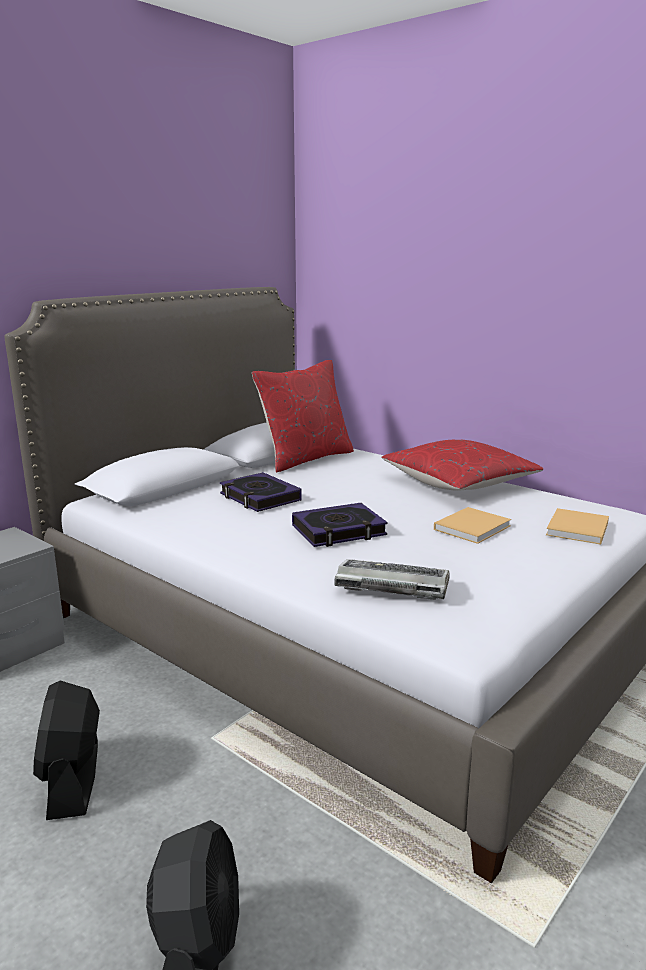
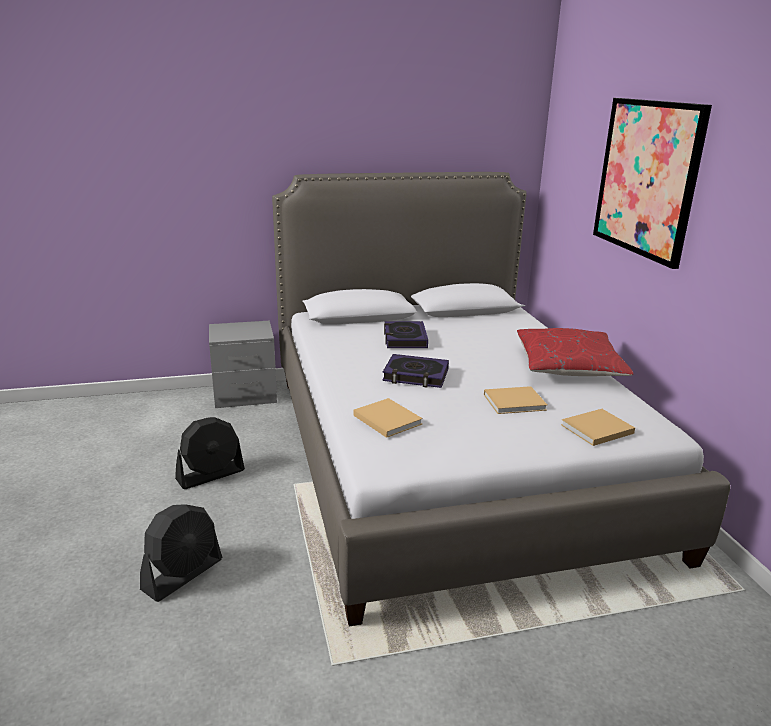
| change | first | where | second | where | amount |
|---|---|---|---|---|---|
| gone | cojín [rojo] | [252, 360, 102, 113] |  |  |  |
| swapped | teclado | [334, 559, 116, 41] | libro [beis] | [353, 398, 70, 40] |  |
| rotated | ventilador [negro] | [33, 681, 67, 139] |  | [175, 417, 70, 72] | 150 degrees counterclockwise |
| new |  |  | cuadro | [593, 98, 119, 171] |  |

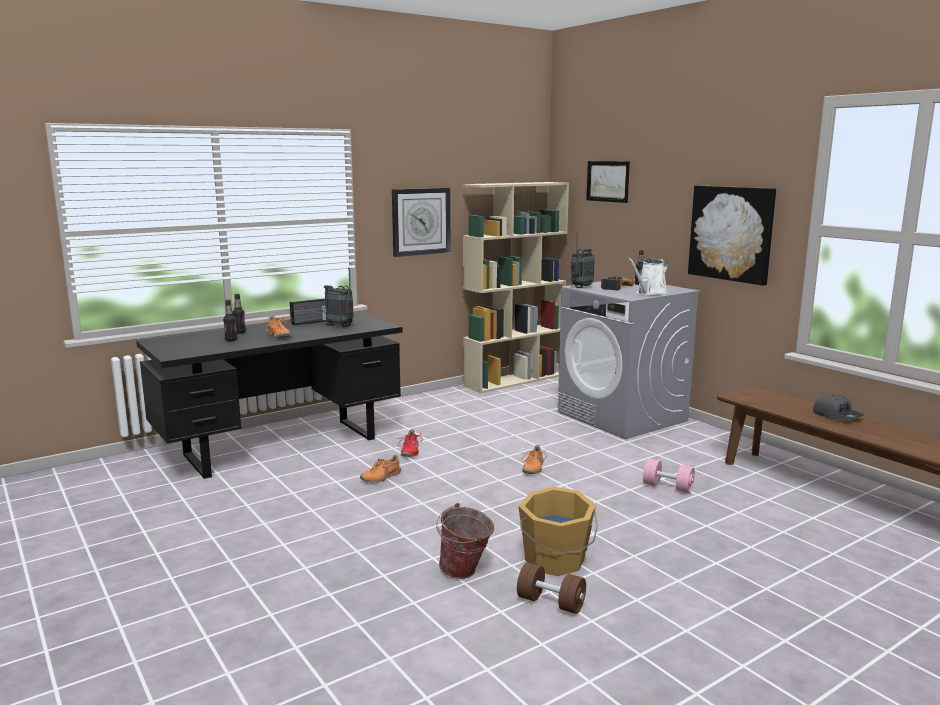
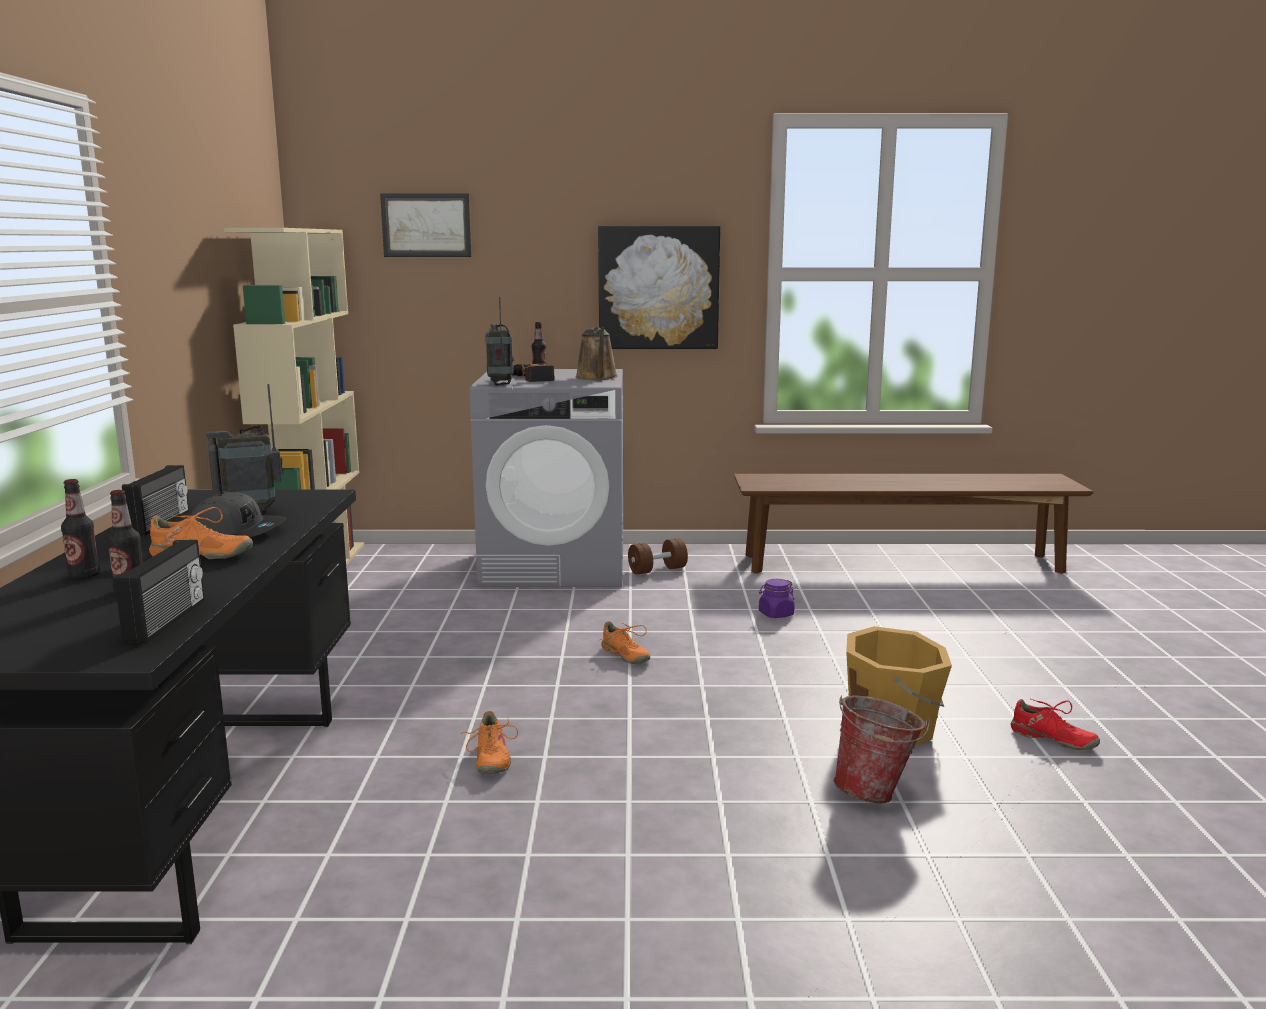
| change | first | where | second | where | amount |
|---|---|---|---|---|---|
| gone | reloj de pared | [392, 188, 59, 69] |  |  |  |
| repainted | regadera [blanco] | [627, 258, 41, 37] | regadera [marrón] | [575, 327, 43, 53] |  |
| shifted | gorra [gris] | [813, 394, 51, 26] |  | [191, 492, 96, 45] |  |
| shifted | zapato [rojo] | [398, 430, 24, 27] |  | [1011, 699, 89, 51] |  |
| swapped | mancuerna [rosa] | [643, 459, 52, 34] | tarro [morado] | [759, 579, 36, 39] |  |
| shifted | mancuerna [marrón] | [517, 563, 69, 51] |  | [628, 538, 60, 37] |  |
| new |  |  | radio | [114, 540, 91, 104] |  |

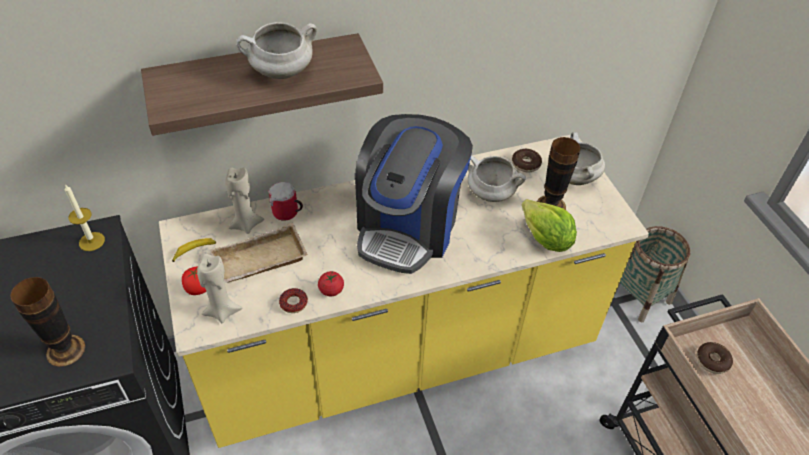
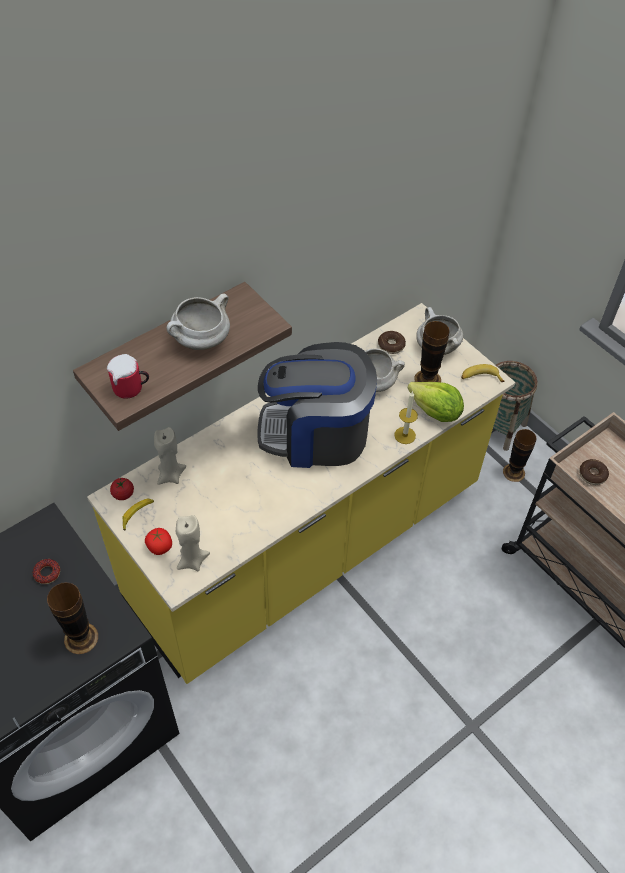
| change | first | where | second | where | amount |
|---|---|---|---|---|---|
| rotated | cafetera | [355, 114, 118, 160] |  | [258, 342, 119, 126] | 90 degrees clockwise |
| shifted | taza grande | [268, 182, 35, 39] |  | [107, 354, 42, 45] |  |
| shifted | vela | [65, 184, 40, 67] |  | [394, 391, 24, 53] |  |
| gone | bandeja [beis] | [210, 223, 98, 60] |  |  |  |
| shifted | tomate | [318, 271, 26, 25] |  | [110, 478, 24, 22] |  |
| shifted | rosquilla | [279, 288, 29, 25] |  | [33, 559, 27, 25] |  |
| new |  |  | plátano | [461, 364, 43, 18] |  |
| new |  |  | florero | [503, 429, 34, 53] |  |

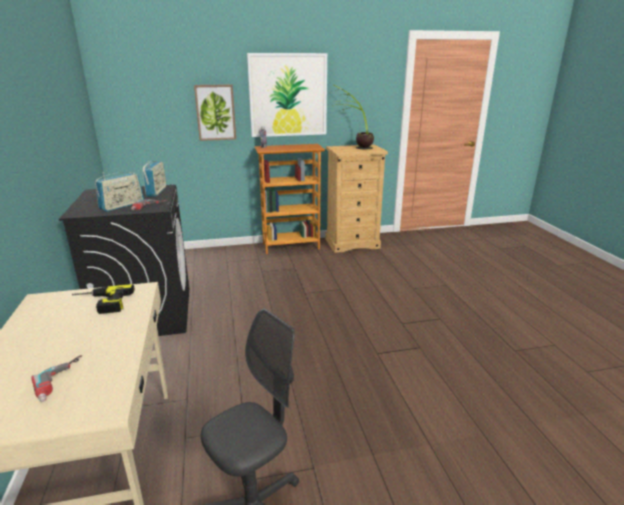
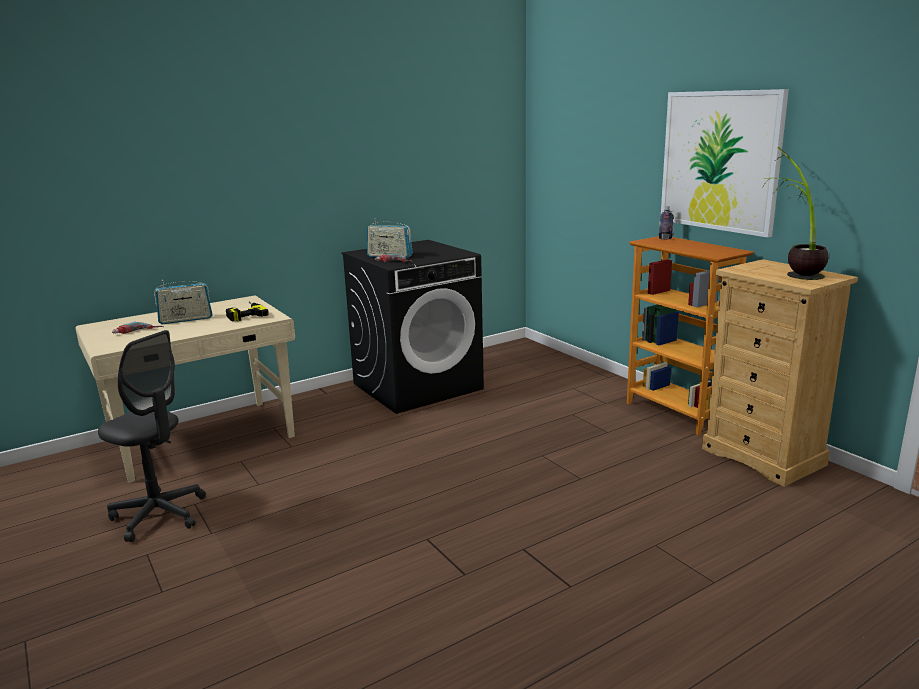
| change | first | where | second | where | amount |
|---|---|---|---|---|---|
| gone | cuadro | [194, 84, 42, 57] |  |  |  |
| shifted | radio | [143, 161, 23, 36] |  | [154, 280, 59, 44] |  |

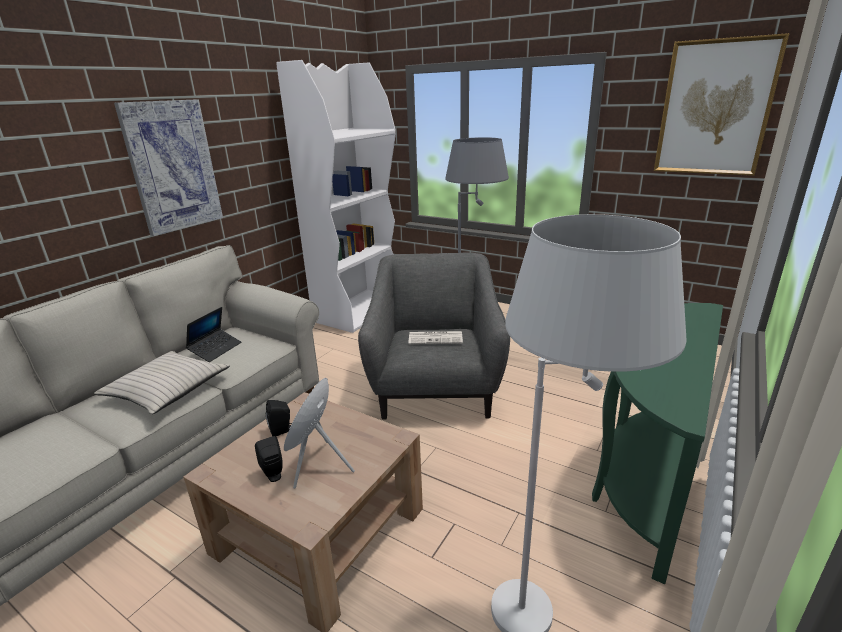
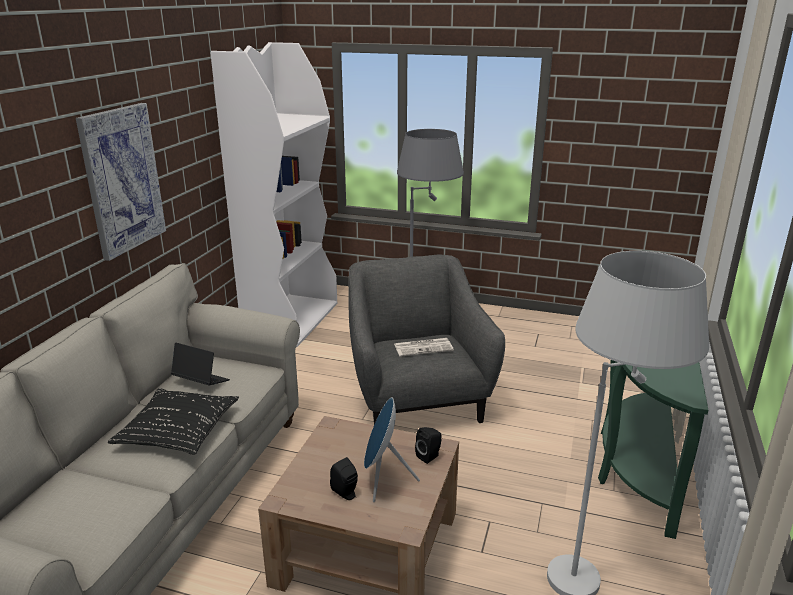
| change | first | where | second | where | amount |
|---|---|---|---|---|---|
| gone | cuadro | [654, 33, 135, 143] |  |  |  |
| rotated | portátil | [186, 307, 55, 55] |  | [171, 343, 59, 43] | 75 degrees counterclockwise |
| repainted | cojín [beis] | [94, 351, 136, 63] | cojín [negro] | [108, 388, 131, 67] |  |
| shifted | altavoz [negro] | [266, 400, 26, 36] |  | [415, 427, 27, 37] |  |

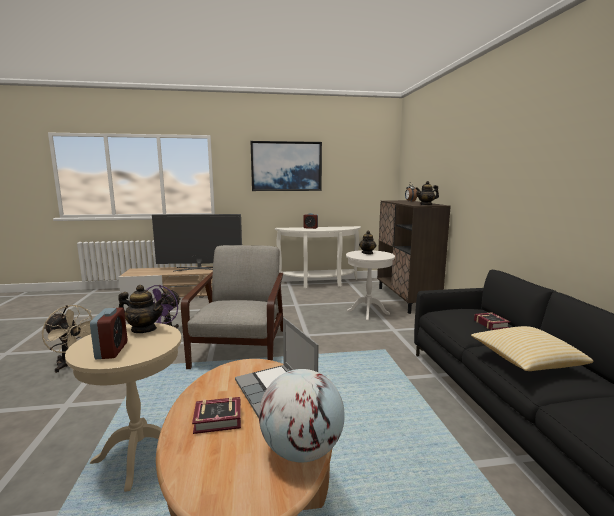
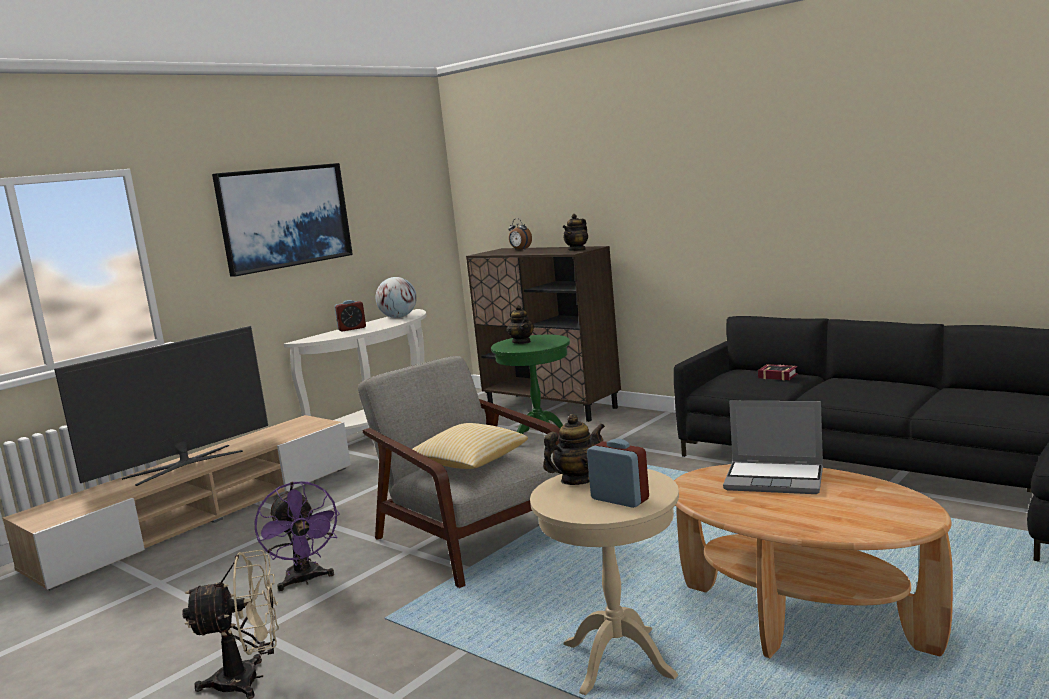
| change | first | where | second | where | amount |
|---|---|---|---|---|---|
| repainted | mesa auxiliar [blanco] | [346, 250, 49, 71] | mesa auxiliar [verde] | [491, 335, 79, 99] |  |
| shifted | cojín | [471, 326, 122, 45] |  | [412, 423, 116, 46] |  |
| shifted | globo terráqueo | [259, 369, 86, 93] |  | [376, 277, 41, 41] |  |
| gone | libro | [192, 397, 49, 37] |  |  |  |

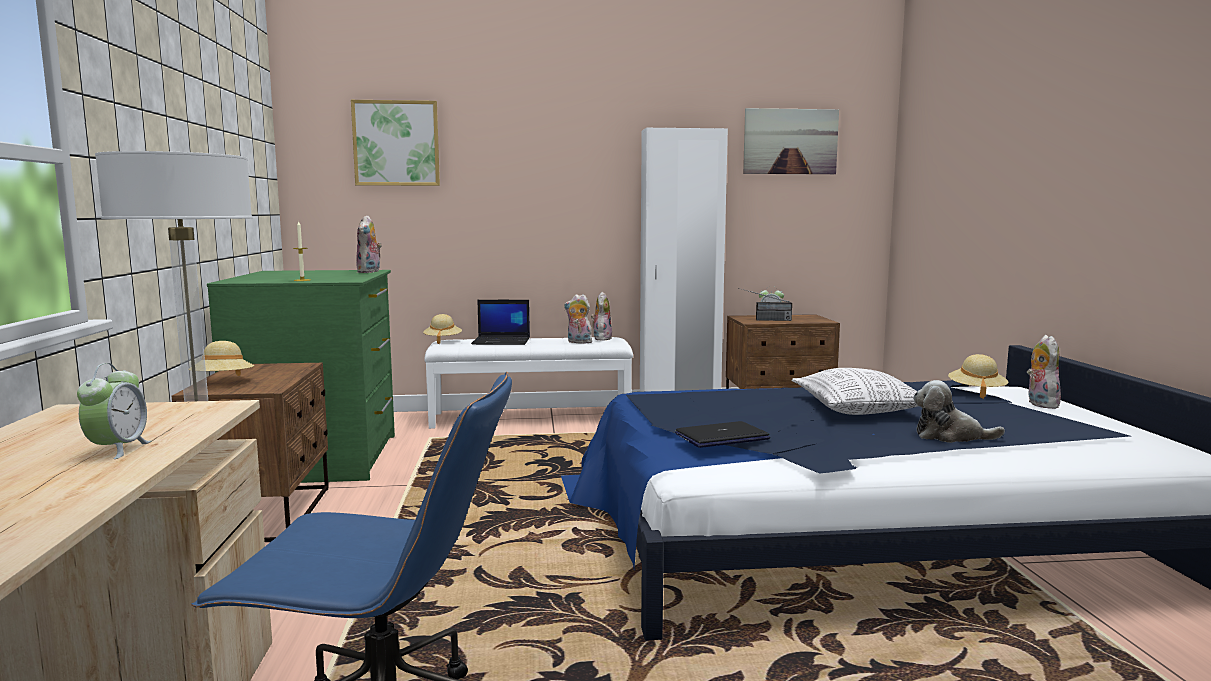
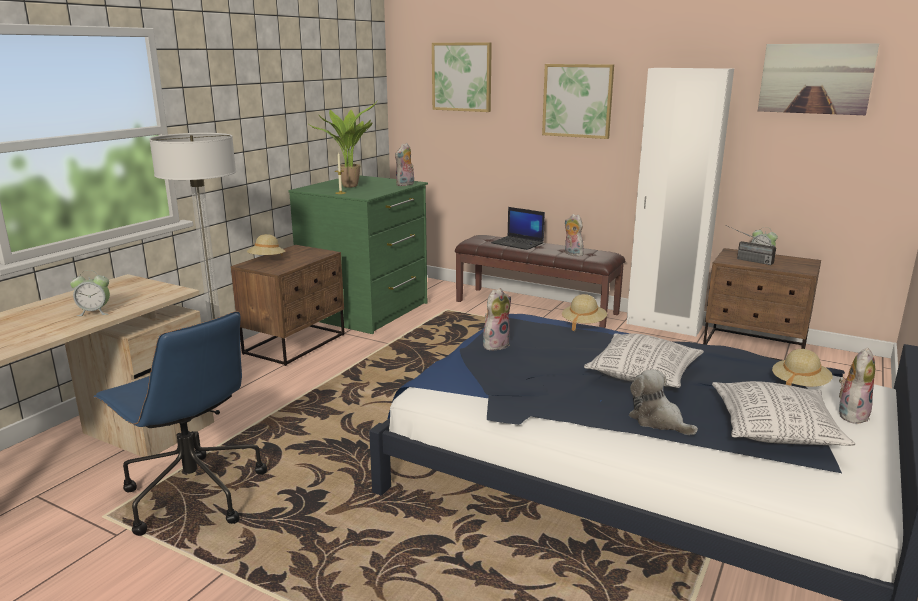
| change | first | where | second | where | amount |
|---|---|---|---|---|---|
| shifted | peluche | [591, 292, 21, 49] |  | [483, 288, 28, 62] |  |
| shifted | sombrero [beis] | [423, 314, 39, 30] |  | [562, 294, 45, 37] |  |
| repainted | banco [blanco] | [424, 337, 209, 92] | banco [marrón] | [455, 235, 170, 93] |  |
| rotated | despertador | [77, 363, 74, 96] |  | [70, 270, 40, 46] | 45 degrees clockwise |
| gone | portátil | [675, 421, 95, 27] |  |  |  |
| new |  |  | cuadro | [542, 64, 72, 75] |  |
| new |  |  | planta en maceta | [309, 101, 68, 87] |  |
| new |  |  | cojín | [712, 381, 143, 65] |  |

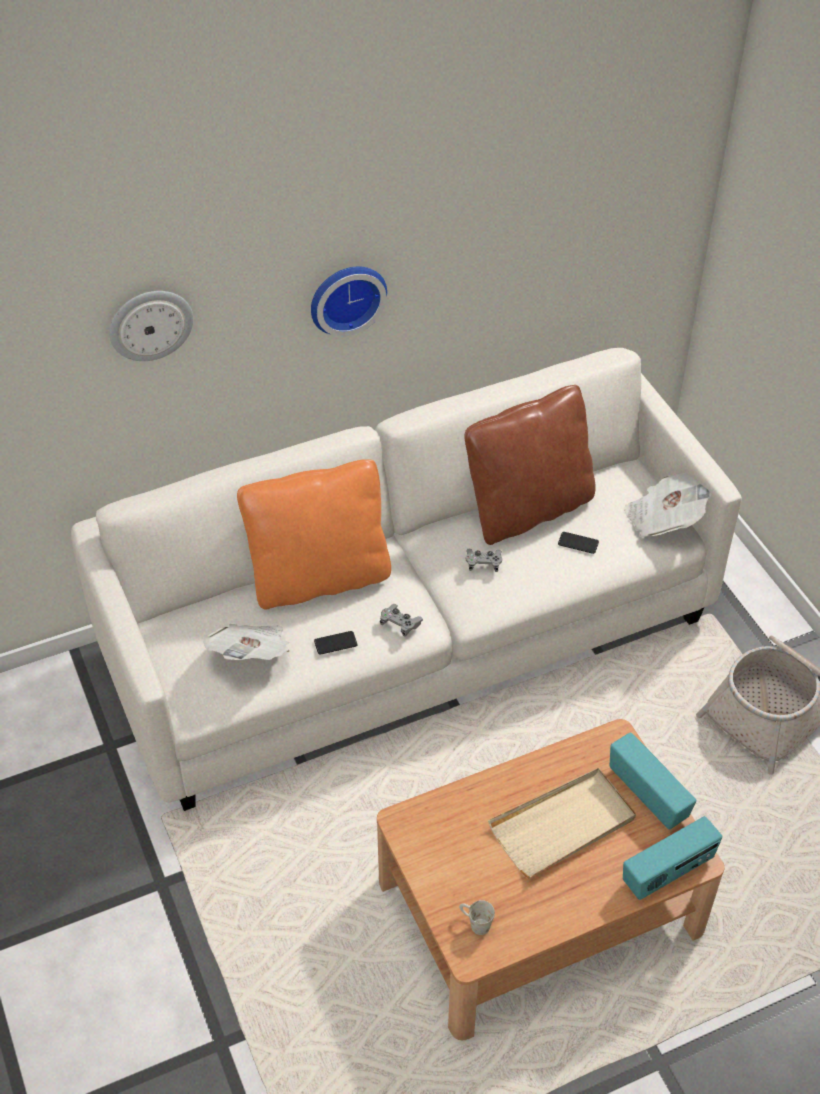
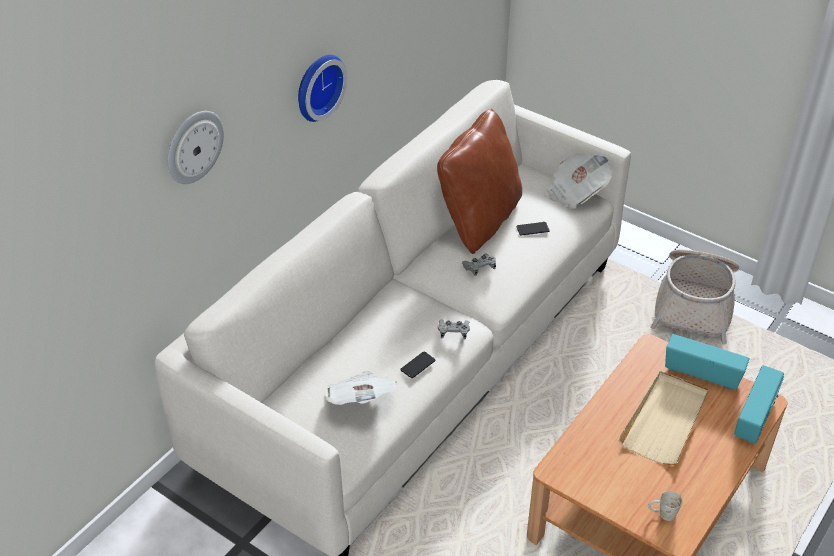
| change | first | where | second | where | amount |
|---|---|---|---|---|---|
| gone | cojín [naranja] | [237, 459, 154, 151] |  |  |  |

